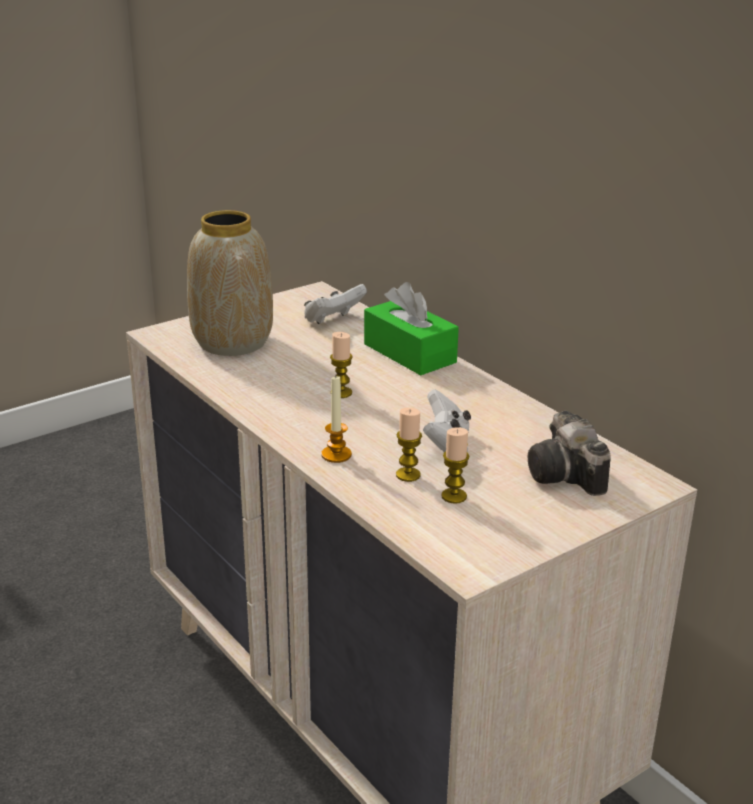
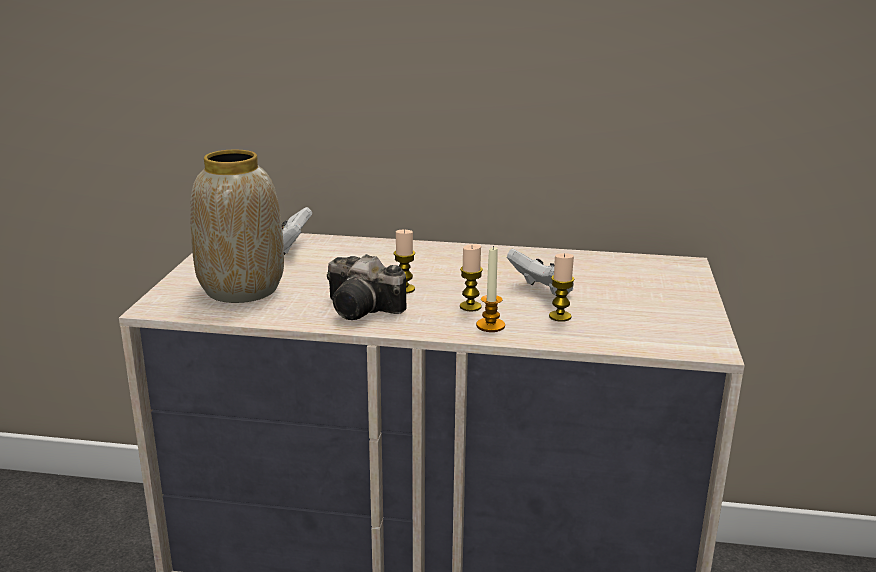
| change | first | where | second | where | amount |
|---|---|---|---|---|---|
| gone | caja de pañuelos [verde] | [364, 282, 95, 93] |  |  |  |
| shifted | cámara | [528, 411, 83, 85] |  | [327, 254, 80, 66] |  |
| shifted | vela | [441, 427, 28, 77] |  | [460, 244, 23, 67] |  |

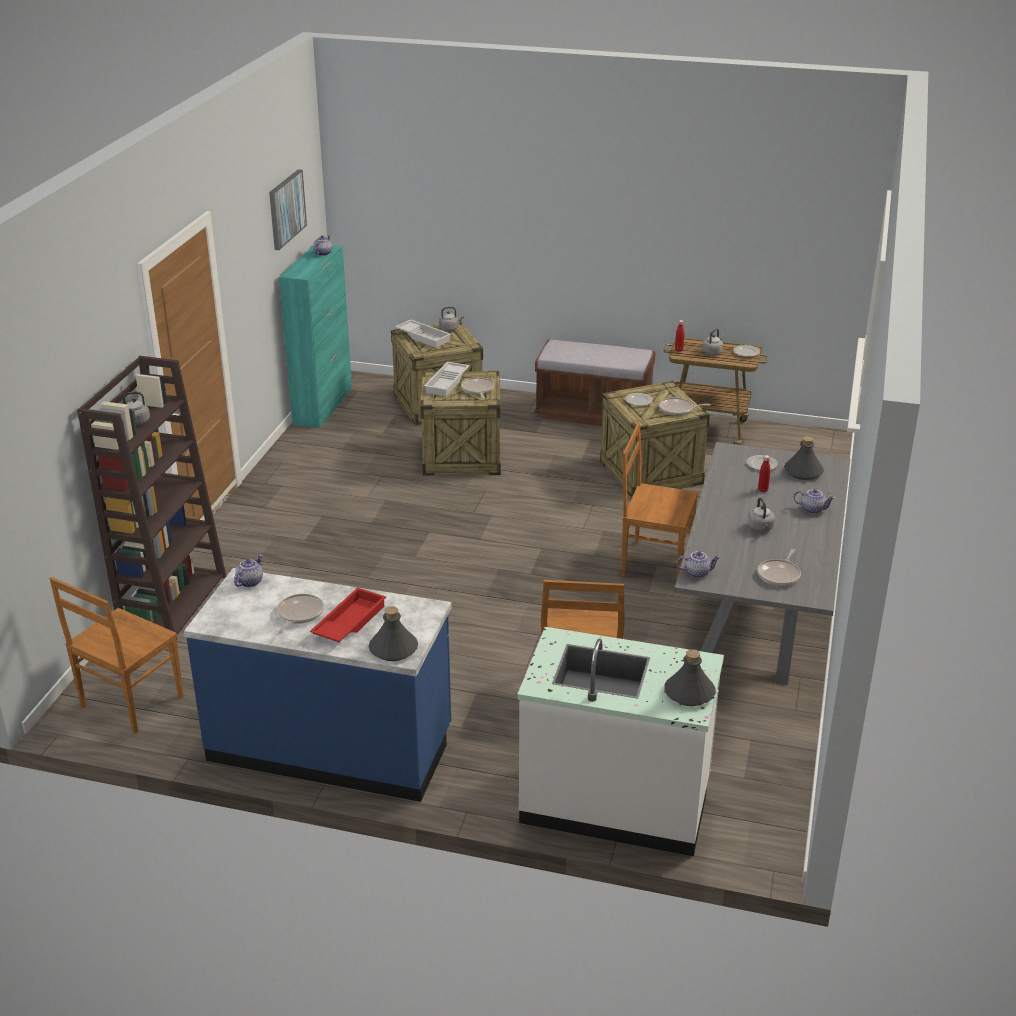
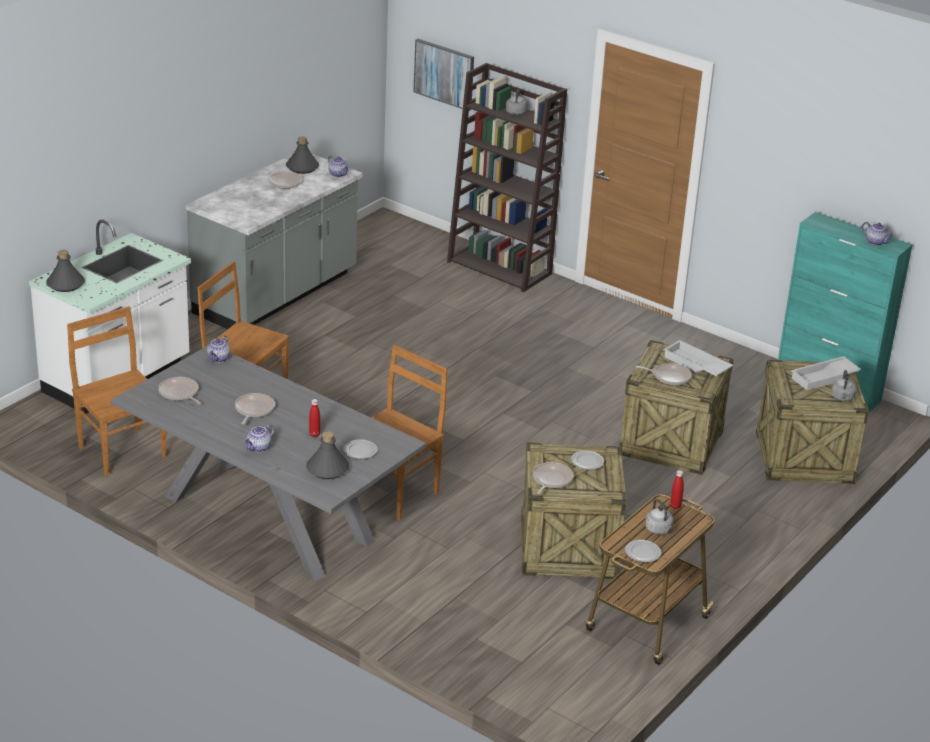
| change | first | where | second | where | amount |
|---|---|---|---|---|---|
| shifted | cuadro | [269, 169, 38, 81] |  | [413, 39, 61, 72] |  |
| gone | banco [marrón] | [535, 339, 121, 87] |  |  |  |
| swapped | hervidor [gris] | [748, 497, 27, 35] | sartén | [235, 393, 40, 31] |  |
| repainted | mueble bajo de cocina [azul] | [184, 568, 267, 234] | mueble bajo de cocina [gris] | [186, 154, 176, 175] |  |
| shifted | silla [marrón] | [49, 577, 135, 157] |  | [67, 306, 100, 171] |  |
| gone | bandeja [rojo] | [310, 587, 76, 56] |  |  |  |
| shifted | botella [gris] | [369, 606, 49, 55] |  | [286, 136, 33, 38] |  |

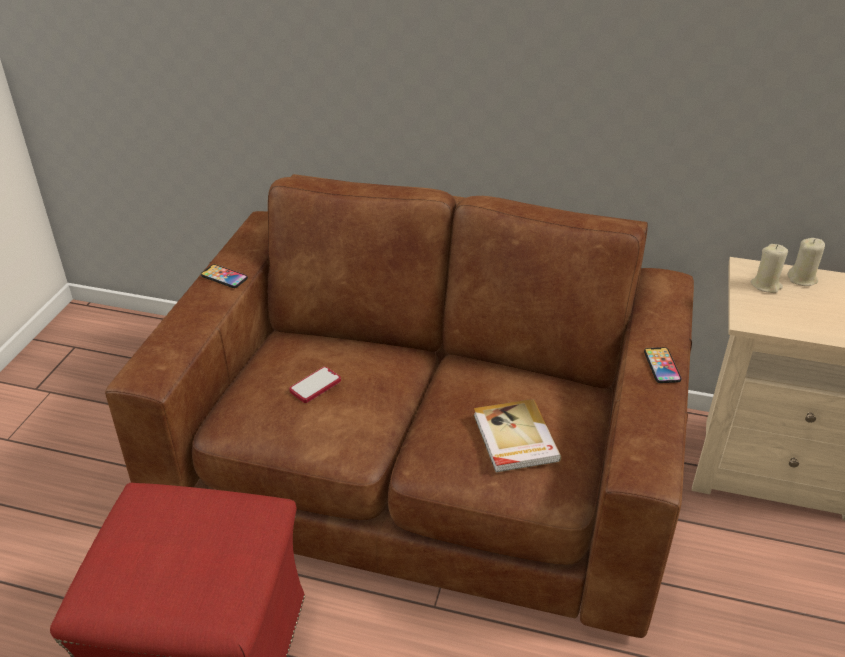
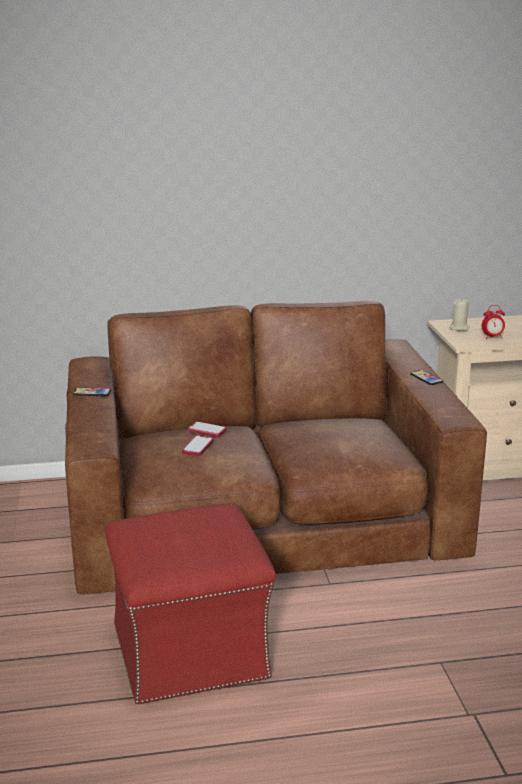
| change | first | where | second | where | amount |
|---|---|---|---|---|---|
| gone | vela [beis] | [788, 238, 37, 48] |  |  |  |
| gone | libro | [474, 399, 87, 74] |  |  |  |
| new |  |  | despertador | [481, 305, 24, 34] |  |
| new |  |  | móvil | [188, 422, 38, 15] |  |

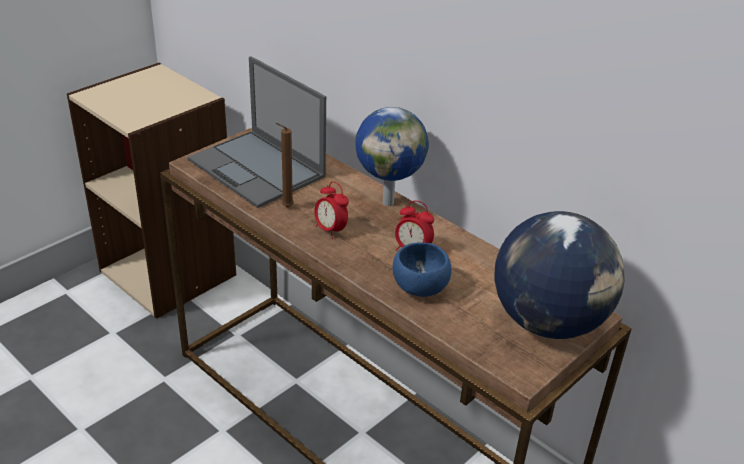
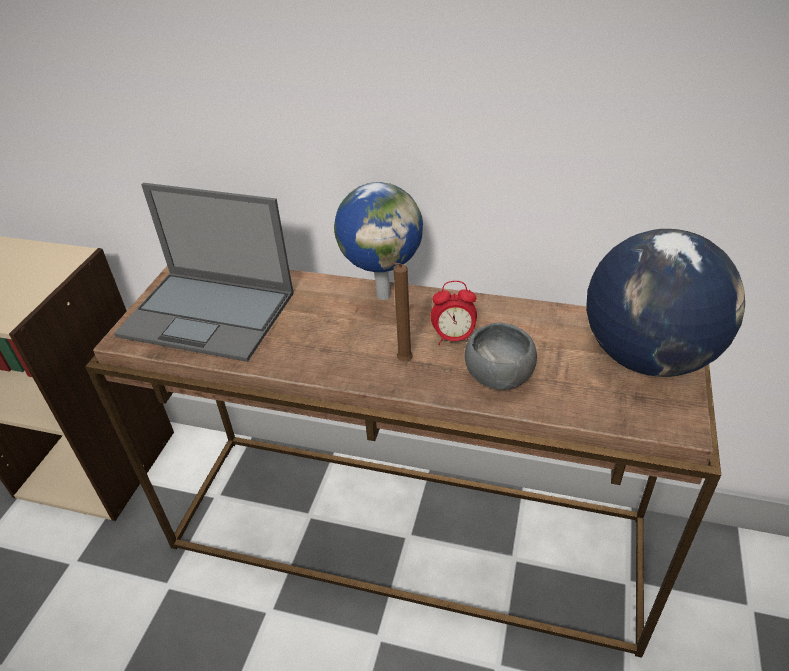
| change | first | where | second | where | amount |
|---|---|---|---|---|---|
| shifted | vela [marrón] | [276, 123, 18, 84] |  | [391, 262, 22, 99] |  |
| gone | despertador | [315, 181, 34, 58] |  |  |  |
| repainted | cuenco [azul] | [393, 242, 59, 55] | cuenco [gris] | [465, 322, 72, 68] |  |

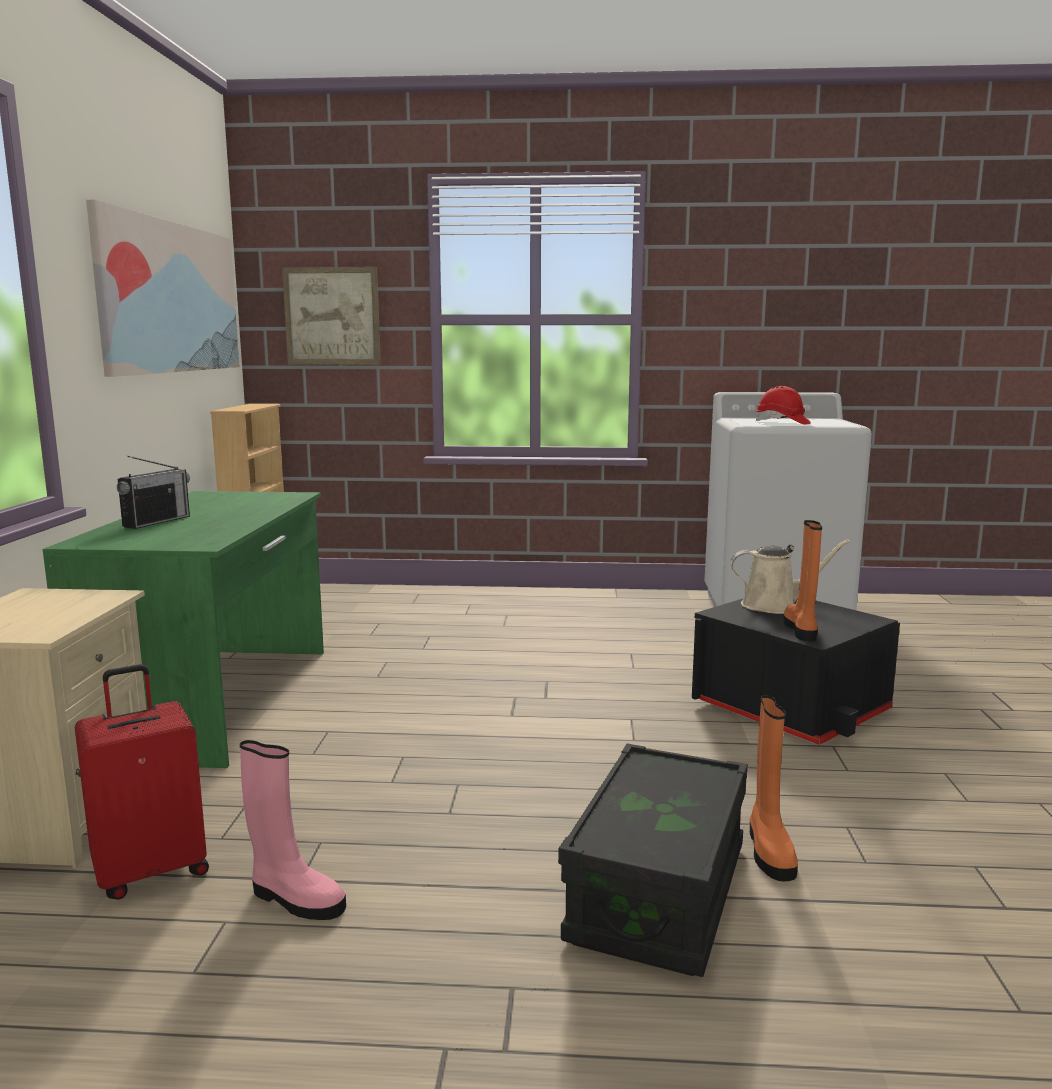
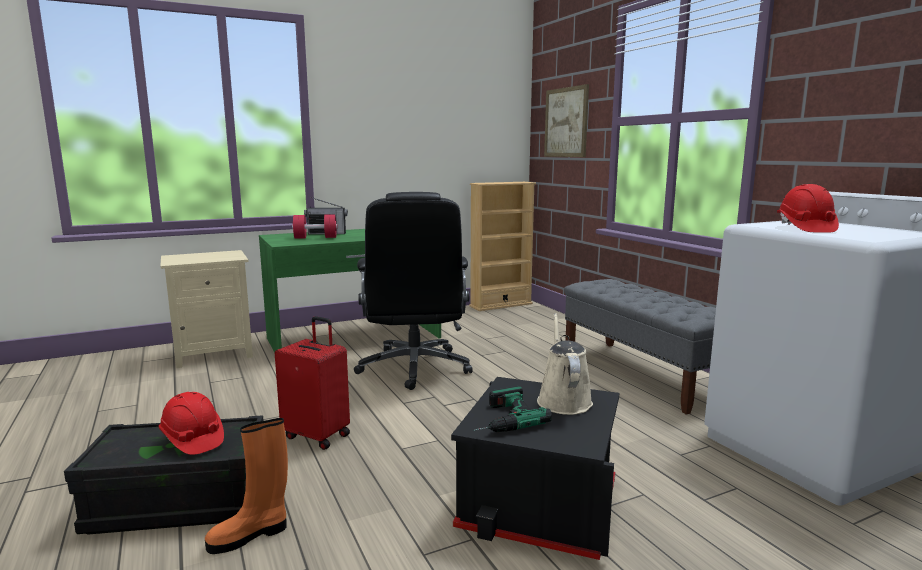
| change | first | where | second | where | amount |
|---|---|---|---|---|---|
| gone | cuadro | [86, 200, 154, 177] |  |  |  |
| swapped | bota [naranja] | [783, 520, 39, 121] | taladro | [474, 386, 78, 46] |  |
| rotated | regadera [beis] | [730, 539, 121, 75] |  | [537, 313, 56, 102] | 150 degrees counterclockwise |
| shifted | maleta [rojo] | [75, 664, 134, 236] |  | [275, 316, 75, 134] |  |
| gone | bota [rosa] | [240, 740, 106, 180] |  |  |  |
| new |  |  | silla de oficina [negro] | [354, 192, 119, 198] |  |
| new |  |  | mancuerna [rojo] | [292, 214, 46, 25] |  |
| new |  |  | banco [gris] | [564, 279, 152, 136] |  |
| new |  |  | casco [rojo] | [158, 392, 66, 63] |  |

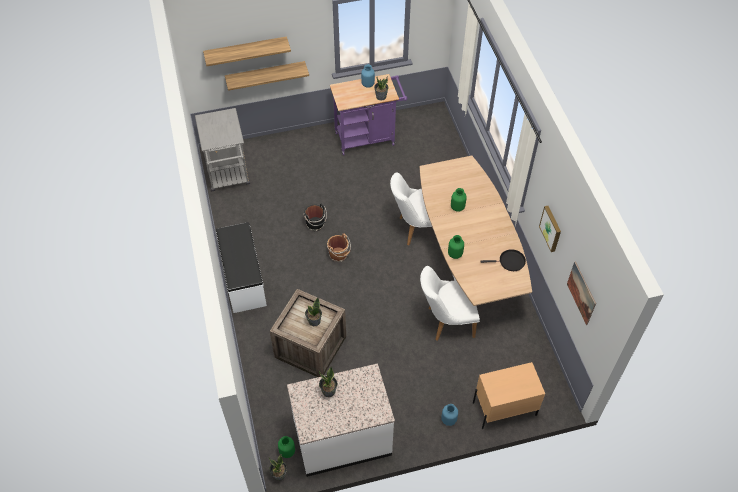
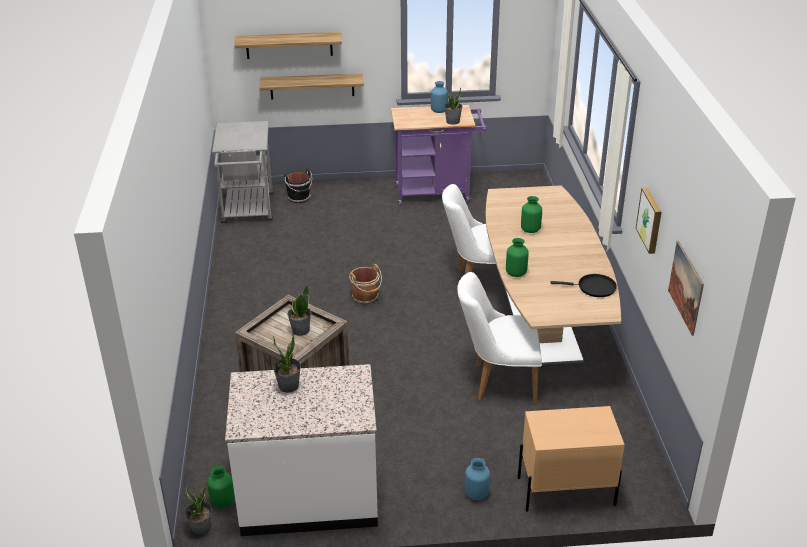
| change | first | where | second | where | amount |
|---|---|---|---|---|---|
| shifted | cubo [negro] | [304, 204, 23, 27] |  | [284, 169, 28, 34] |  |
| gone | banco [blanco] | [216, 222, 51, 91] |  |  |  |

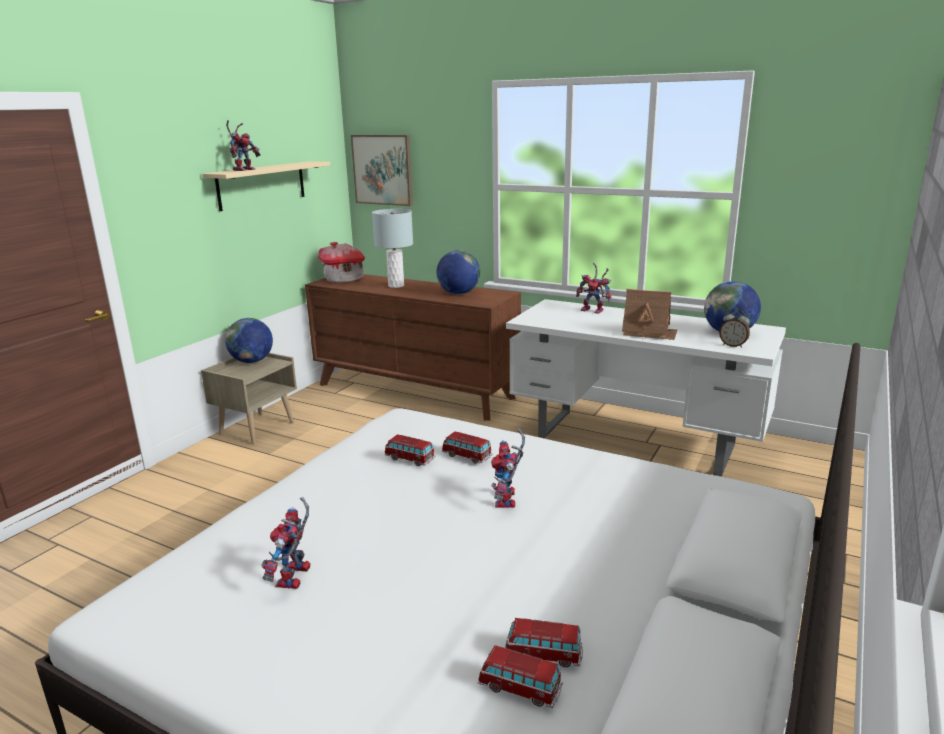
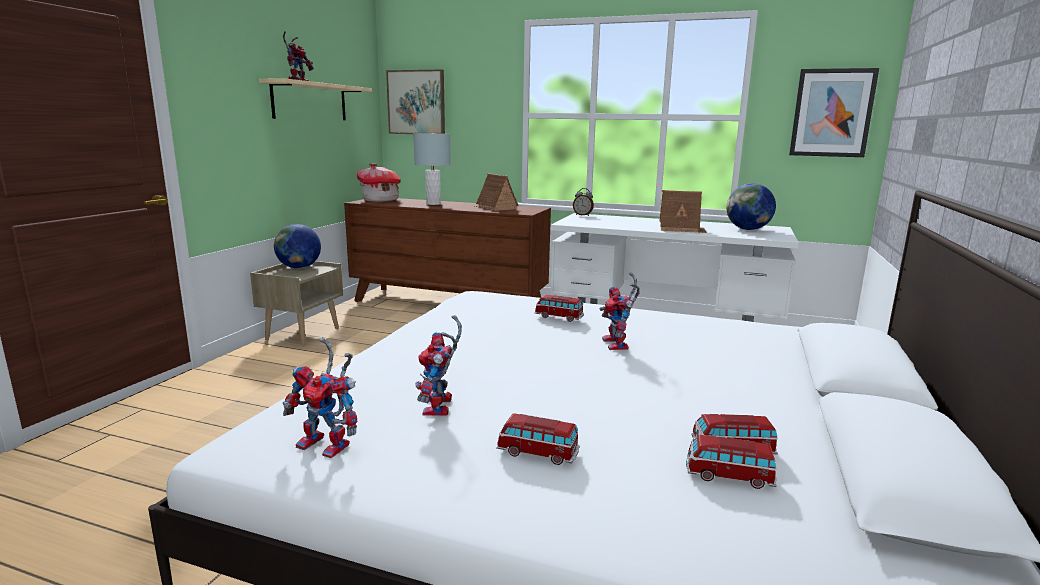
| change | first | where | second | where | amount |
|---|---|---|---|---|---|
| swapped | globo terráqueo | [436, 250, 44, 44] | casita | [475, 174, 43, 37] |  |
| shifted | robot de juguete | [576, 263, 35, 51] |  | [283, 338, 75, 120] |  |
| shifted | despertador | [719, 310, 31, 38] |  | [573, 188, 21, 28] |  |
| shifted | coche de juguete | [384, 434, 52, 32] |  | [496, 413, 84, 52] |  |
| new |  |  | cuadro | [789, 68, 90, 89] |  |

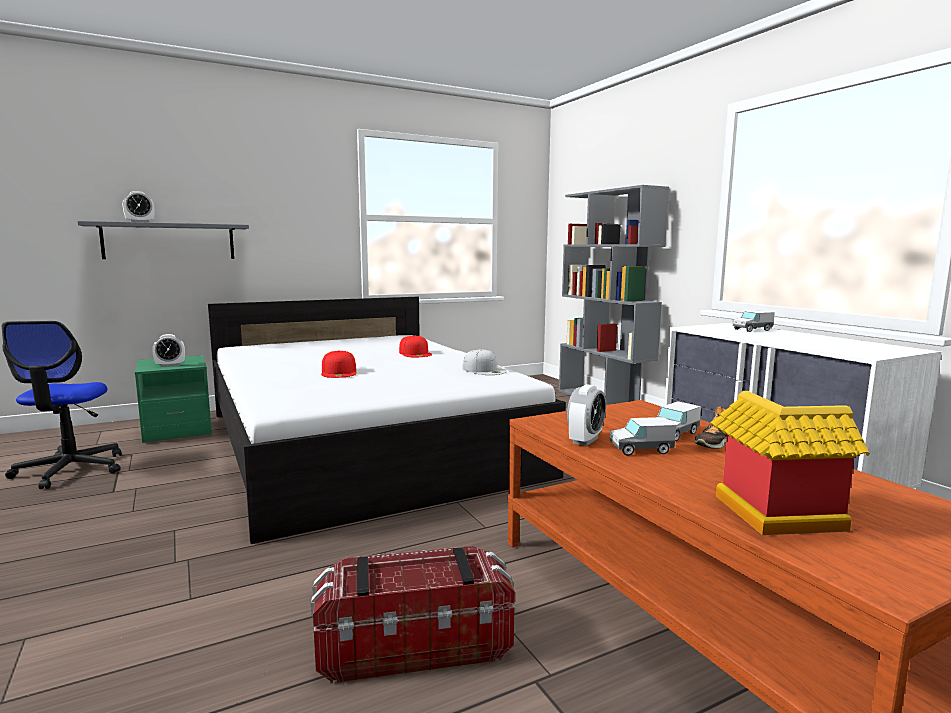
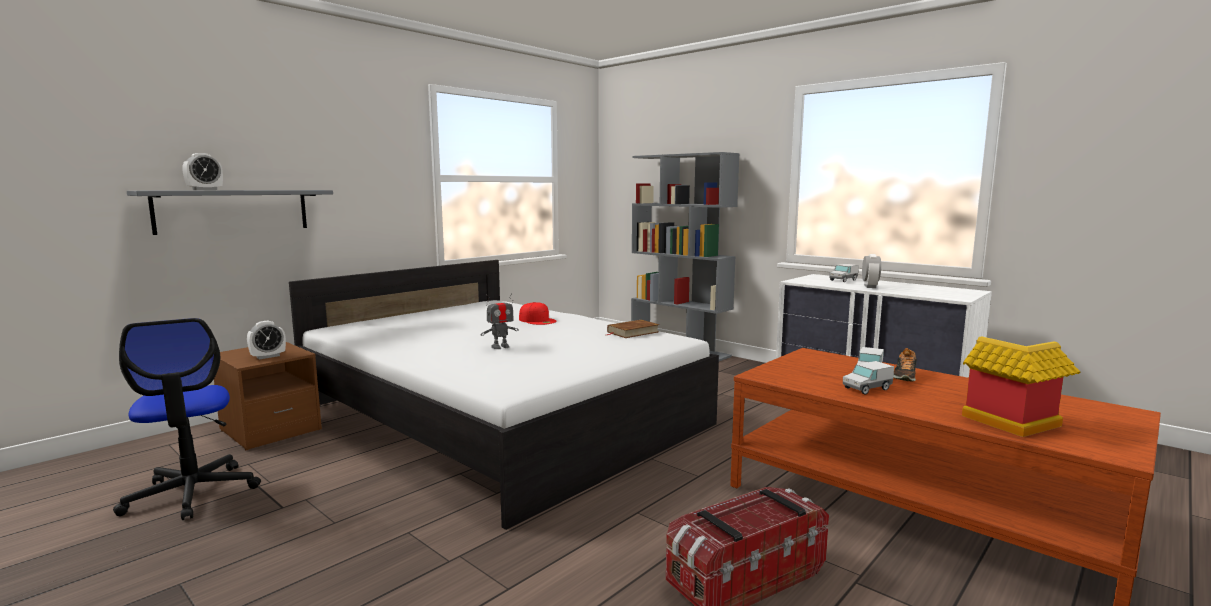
| change | first | where | second | where | amount |
|---|---|---|---|---|---|
| swapped | gorra [blanco] | [462, 349, 45, 26] | libro [marrón] | [607, 320, 52, 18] |  |
| swapped | gorra [rojo] | [321, 351, 36, 27] | robot de juguete | [481, 293, 38, 56] |  |
| repainted | mesita de noche [verde] | [135, 355, 77, 88] | mesita de noche [marrón] | [214, 342, 108, 108] |  |
| shifted | despertador | [567, 384, 39, 62] |  | [862, 254, 19, 34] |  |

